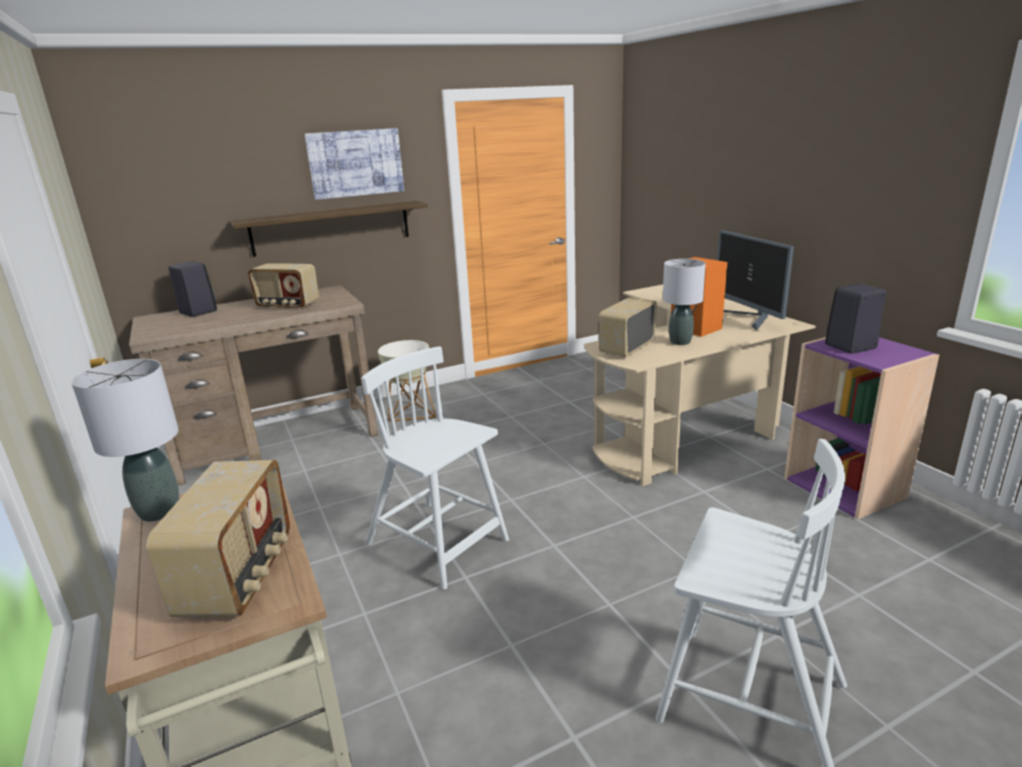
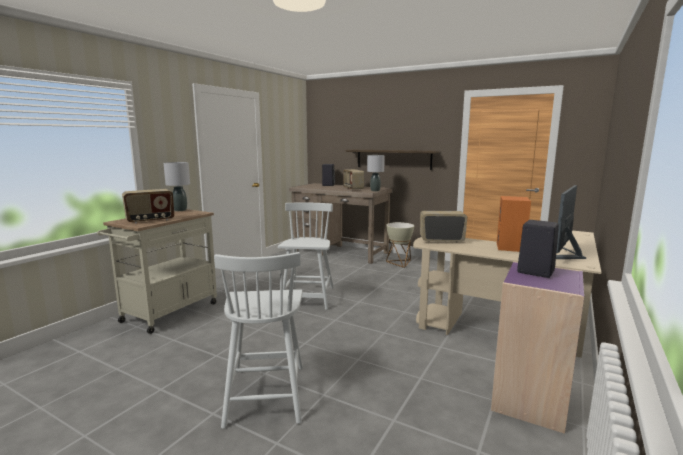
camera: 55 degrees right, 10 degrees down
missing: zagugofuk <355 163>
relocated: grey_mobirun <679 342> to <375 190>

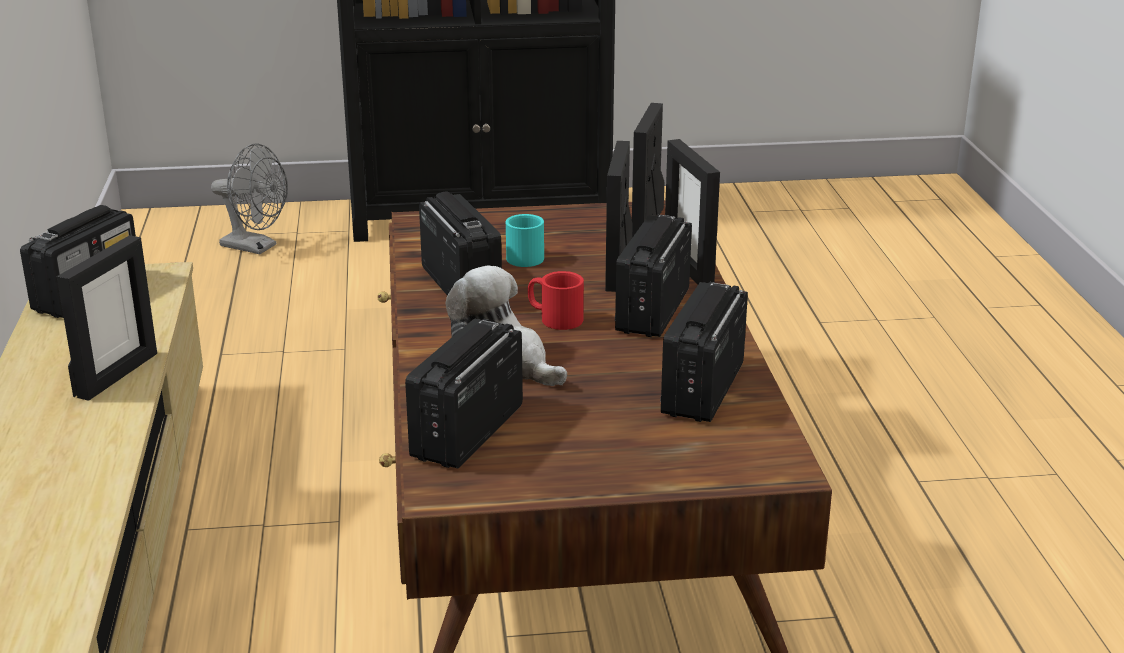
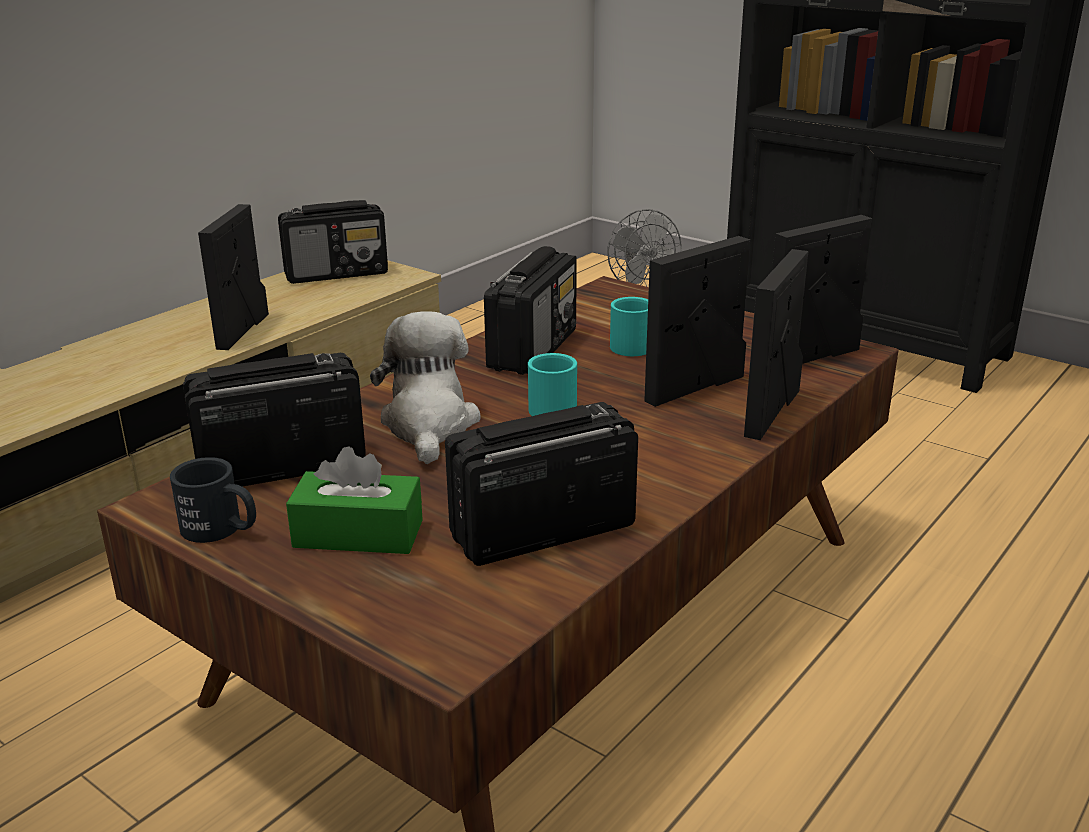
camera: 45 degrees right, 0 degrees up
missing: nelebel <652 311>
appeared: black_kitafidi <221 529>; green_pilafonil <358 534>
colour: red_kitafidi <554 318> to turquoise_kitafidi <550 405>
spun: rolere <116 374> = <243 331> 120 degrees clockwise

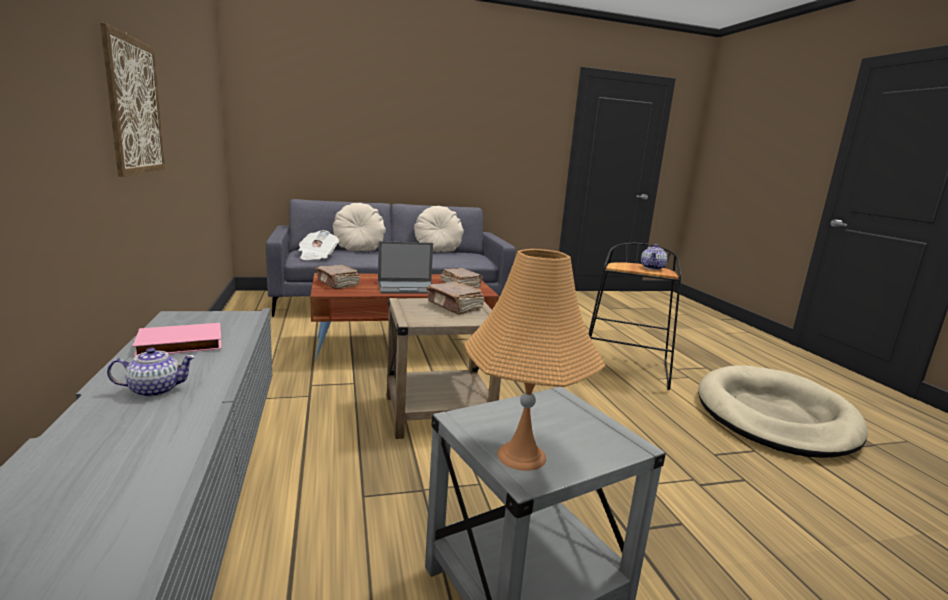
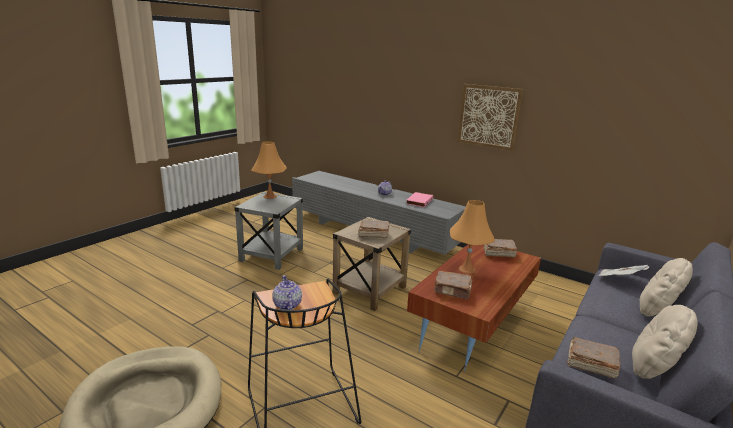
camera: 140 degrees right, 5 degrees up
appeared: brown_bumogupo <590 364>
exchanged: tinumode <407 287> to orange_mobirun <467 269>

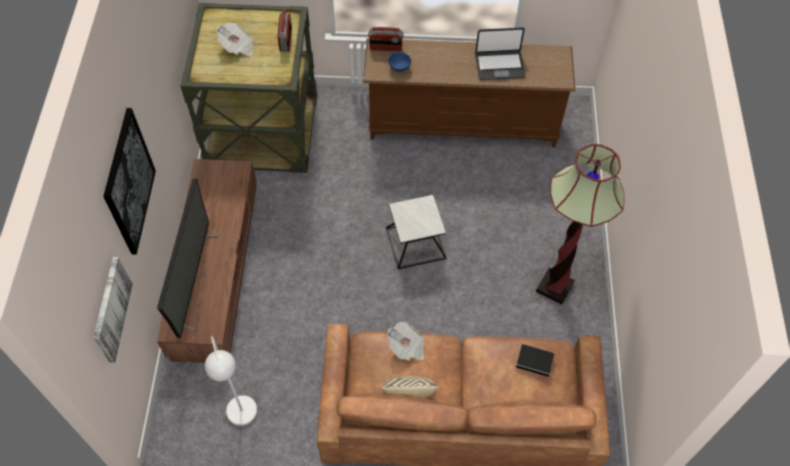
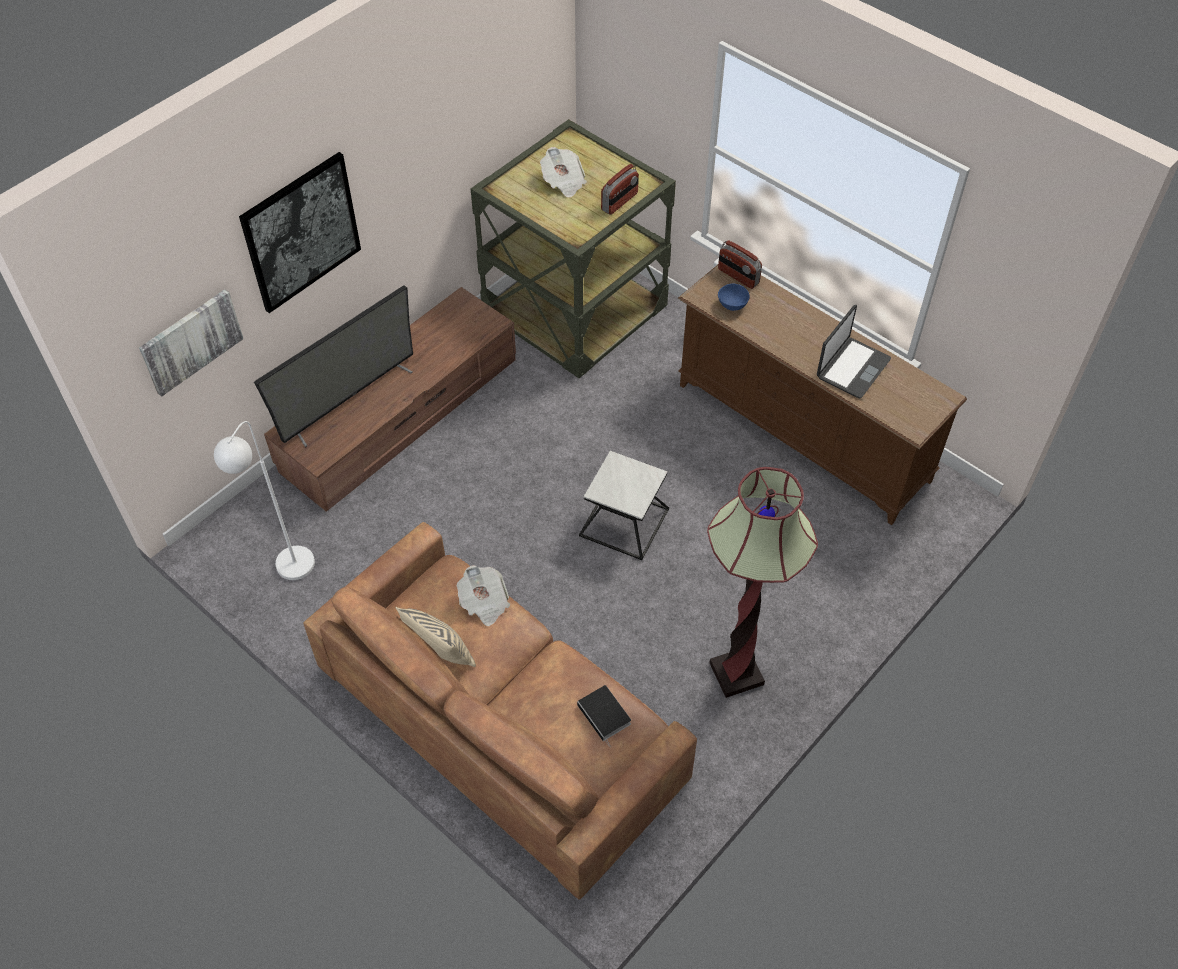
camera: 40 degrees right, 5 degrees down
spun: tinumode <499 65> = <852 368> 90 degrees counterclockwise

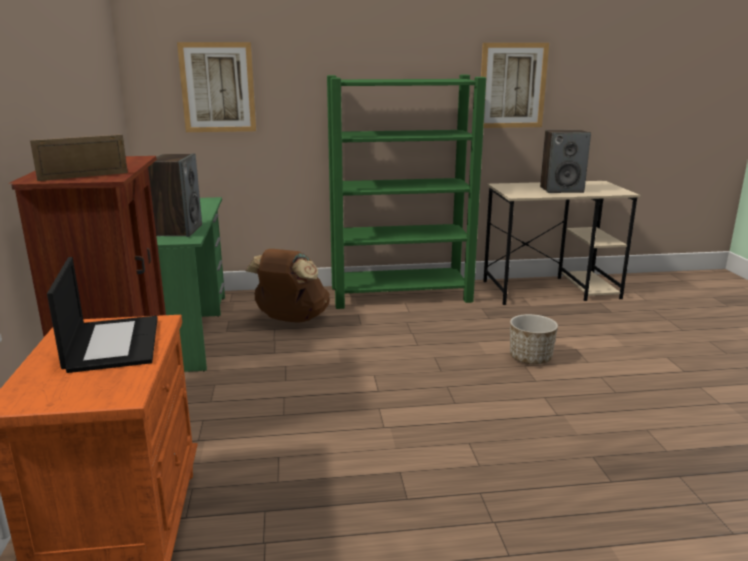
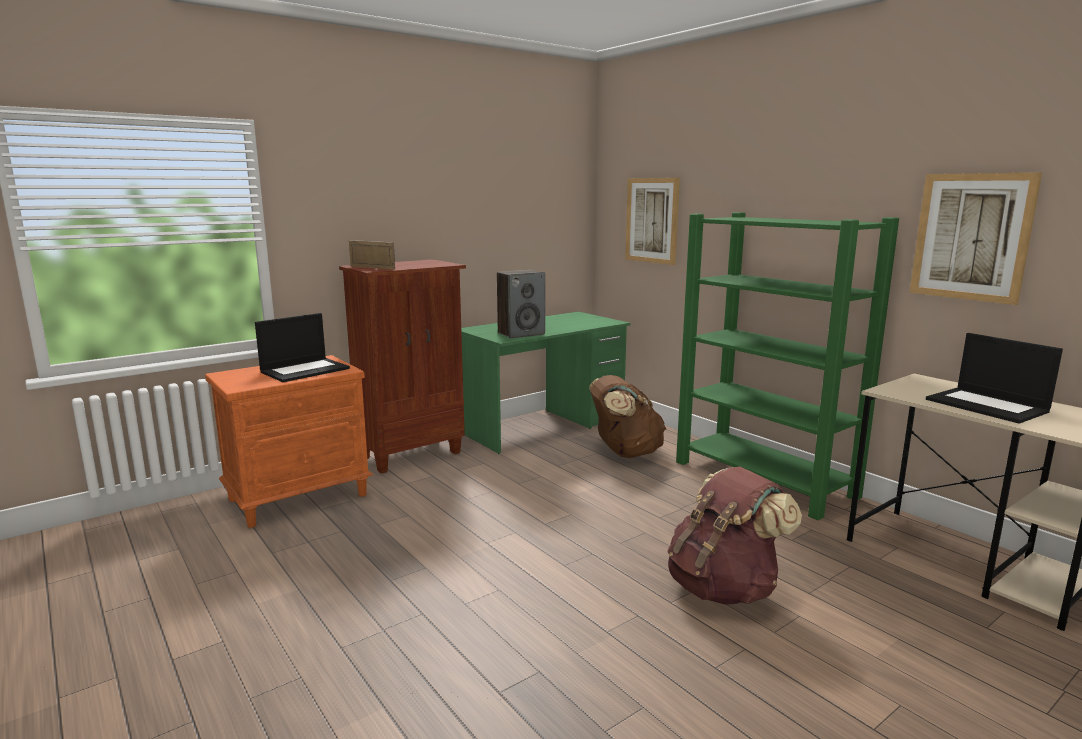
camera: 60 degrees right, 5 degrees down
exchanged: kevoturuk <530 358> to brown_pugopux <724 588>; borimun <561 190> to tinumode <988 405>

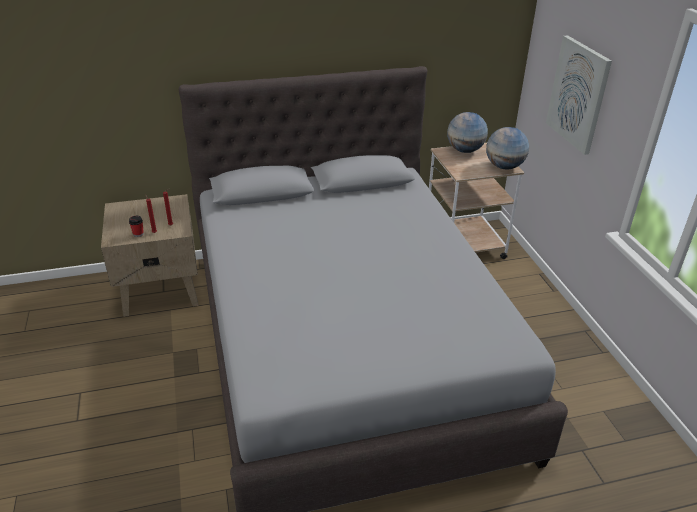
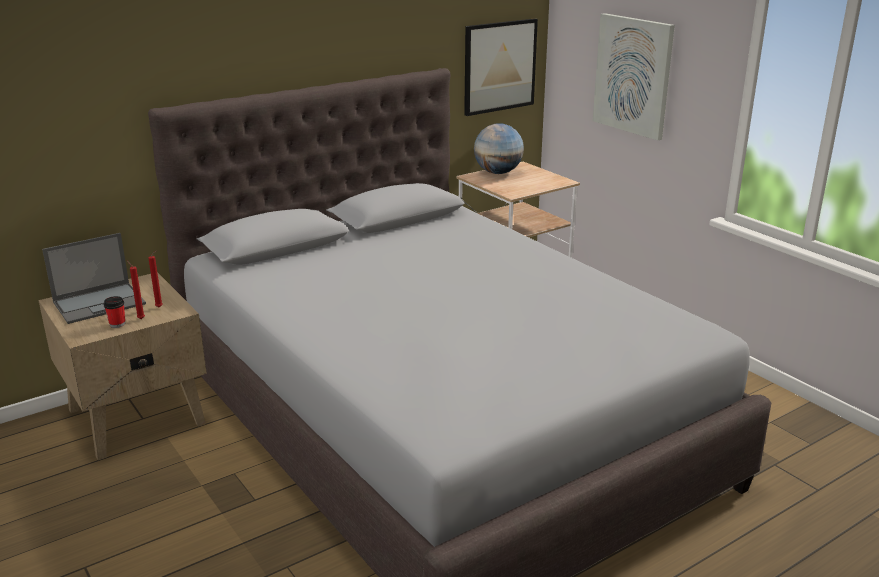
camera: 20 degrees left, 10 degrees down
missing: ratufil <504 167>
appeared: tinumode <100 303>; zagugofuk <499 66>

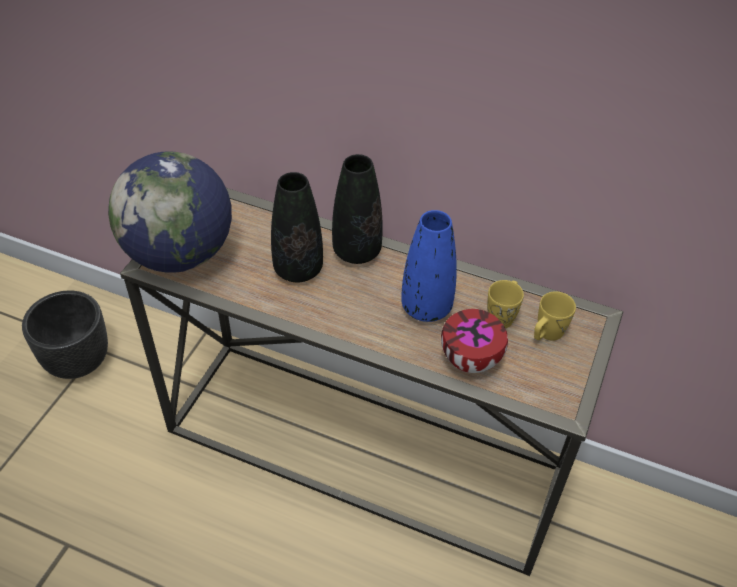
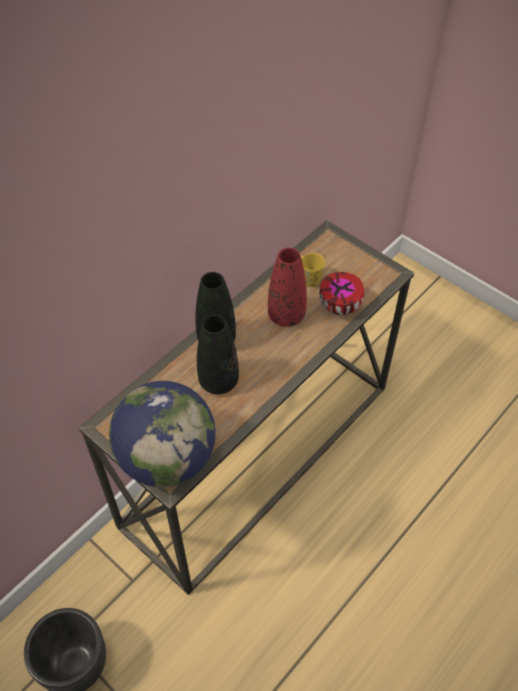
camera: 70 degrees left, 5 degrees up
missing: yellow_kitafidi <546 334>
colour: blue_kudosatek <426 308> to red_kudosatek <286 316>

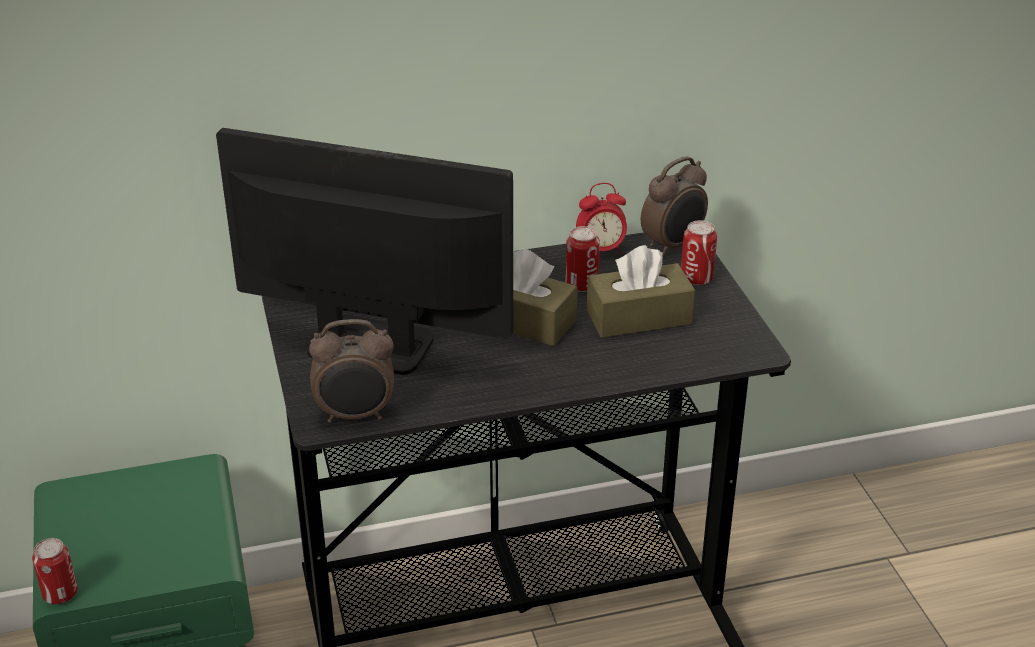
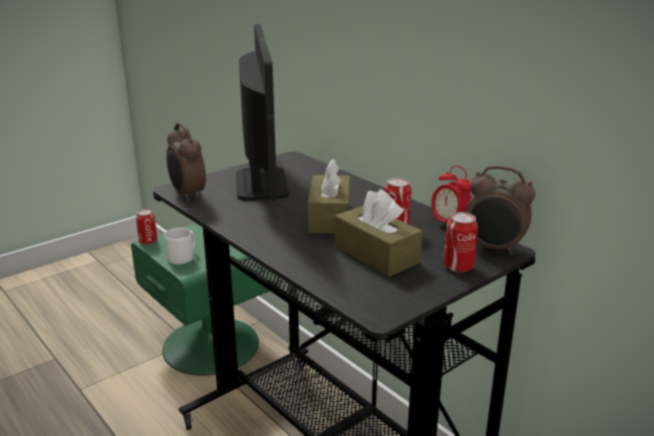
camera: 65 degrees right, 10 degrees down
appeared: white_kitafidi <183 257>

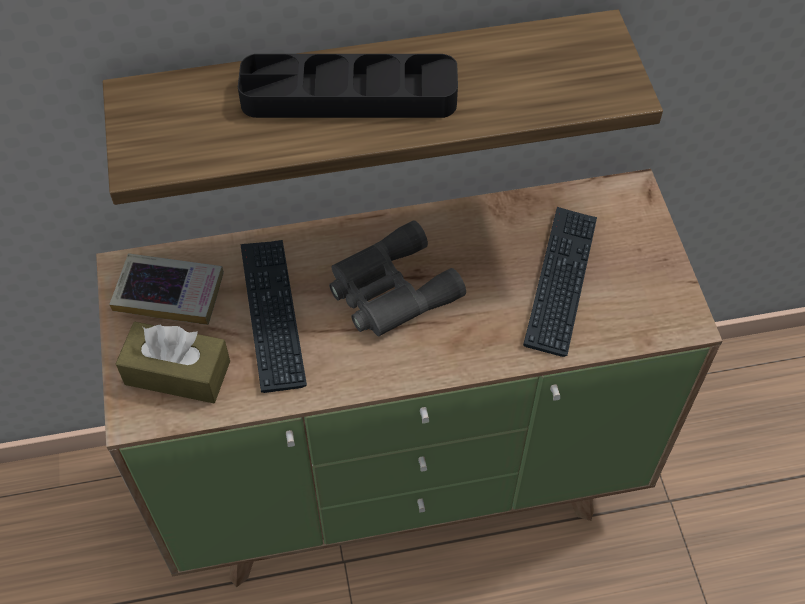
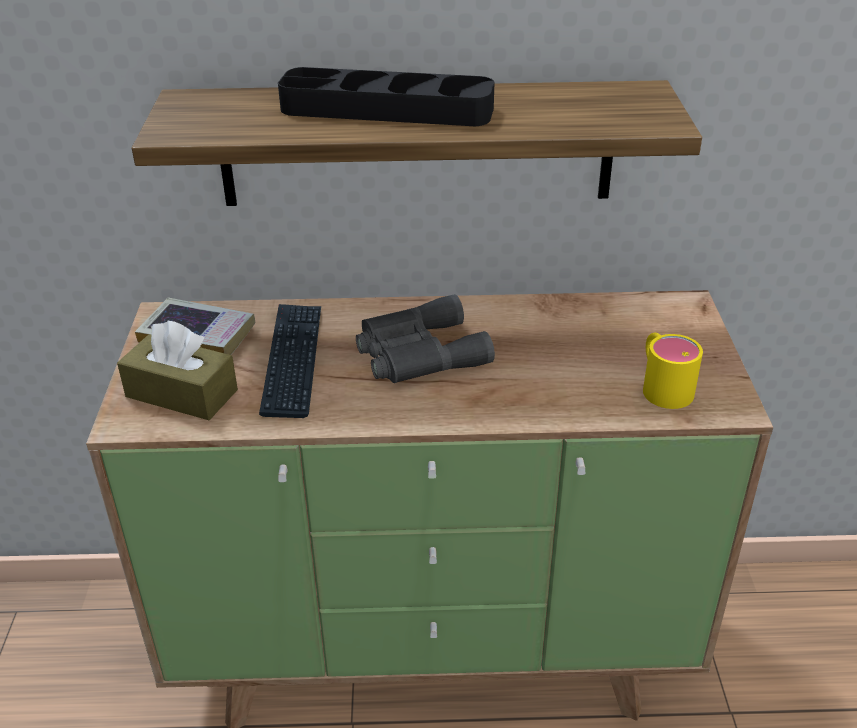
camera: 10 degrees right, 20 degrees down
missing: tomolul <560 281>
appeared: yellow_kitafidi <662 385>

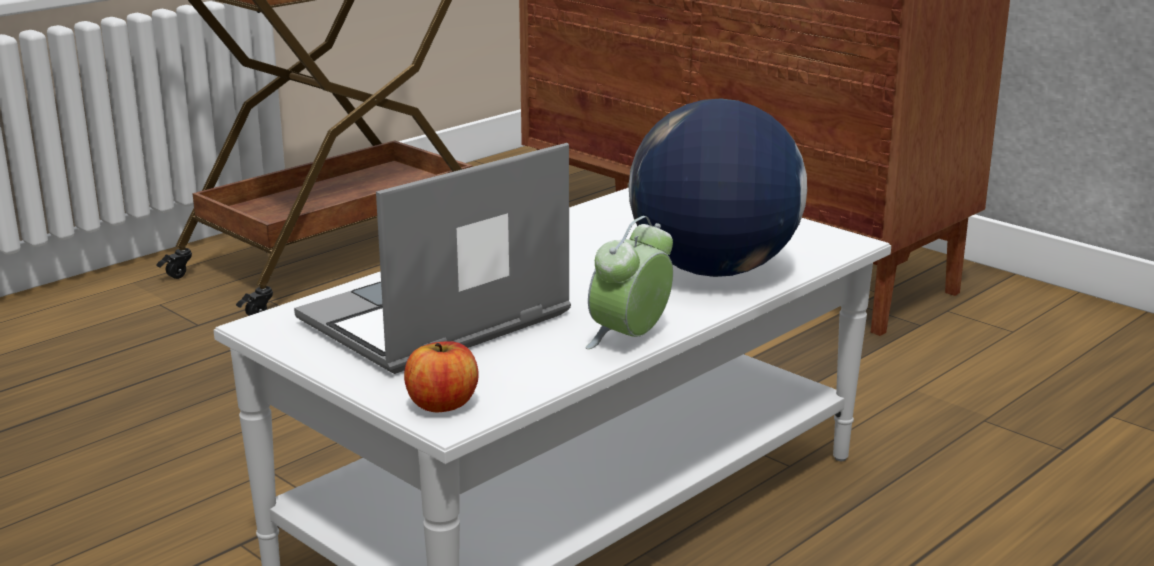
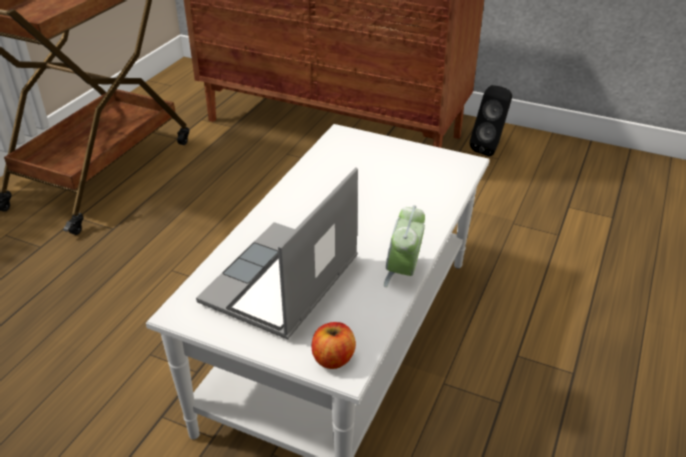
camera: 20 degrees left, 15 degrees up
missing: ratufil <713 270>
appeared: black_borimun <490 148>

